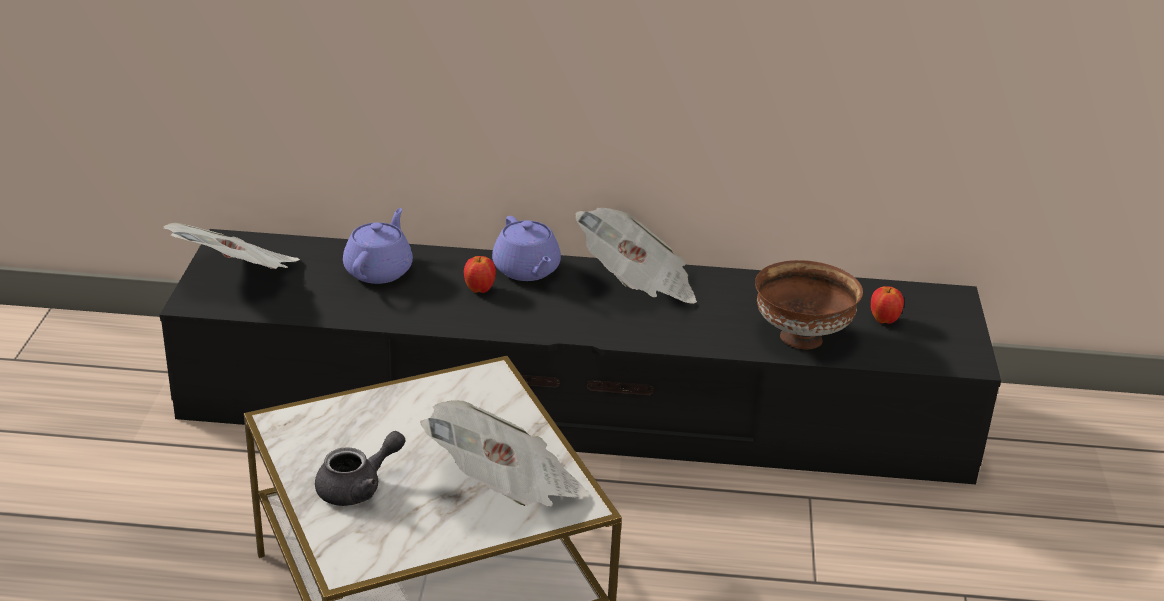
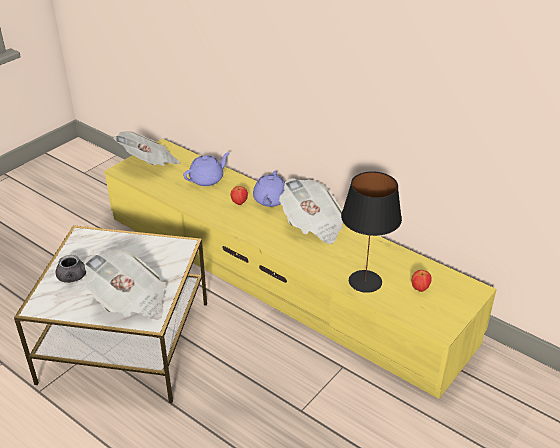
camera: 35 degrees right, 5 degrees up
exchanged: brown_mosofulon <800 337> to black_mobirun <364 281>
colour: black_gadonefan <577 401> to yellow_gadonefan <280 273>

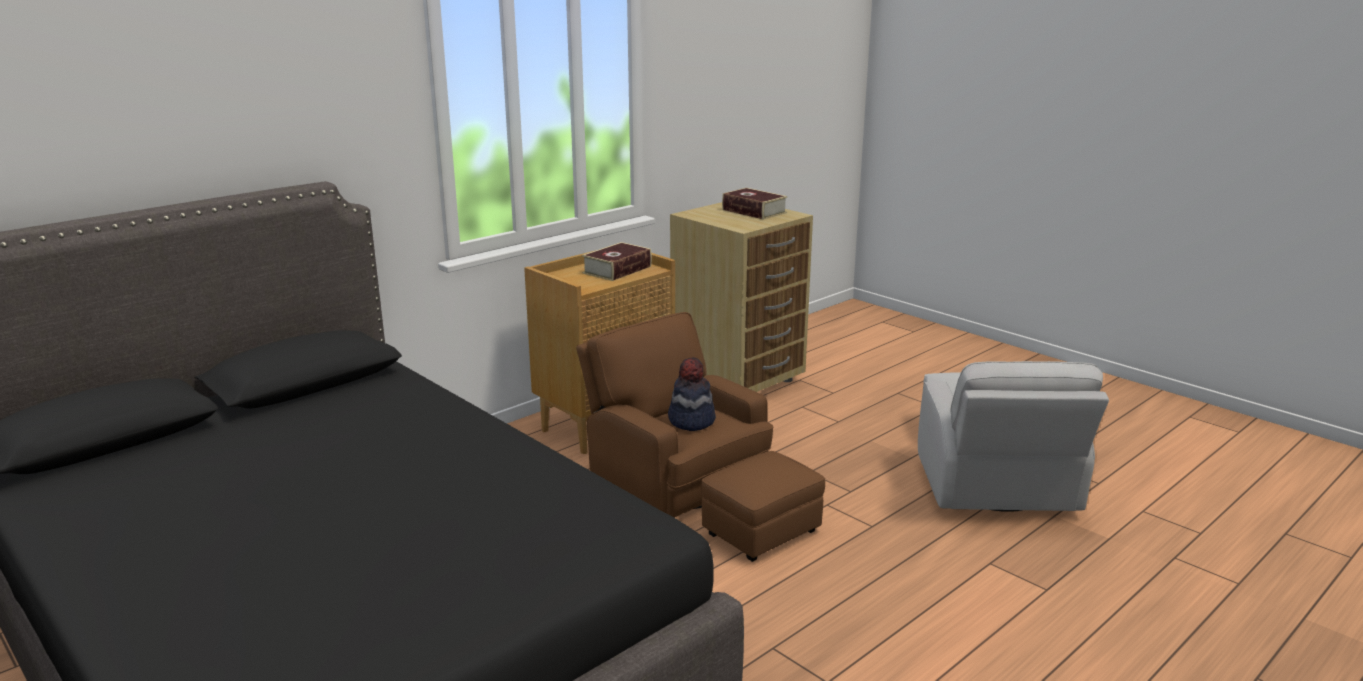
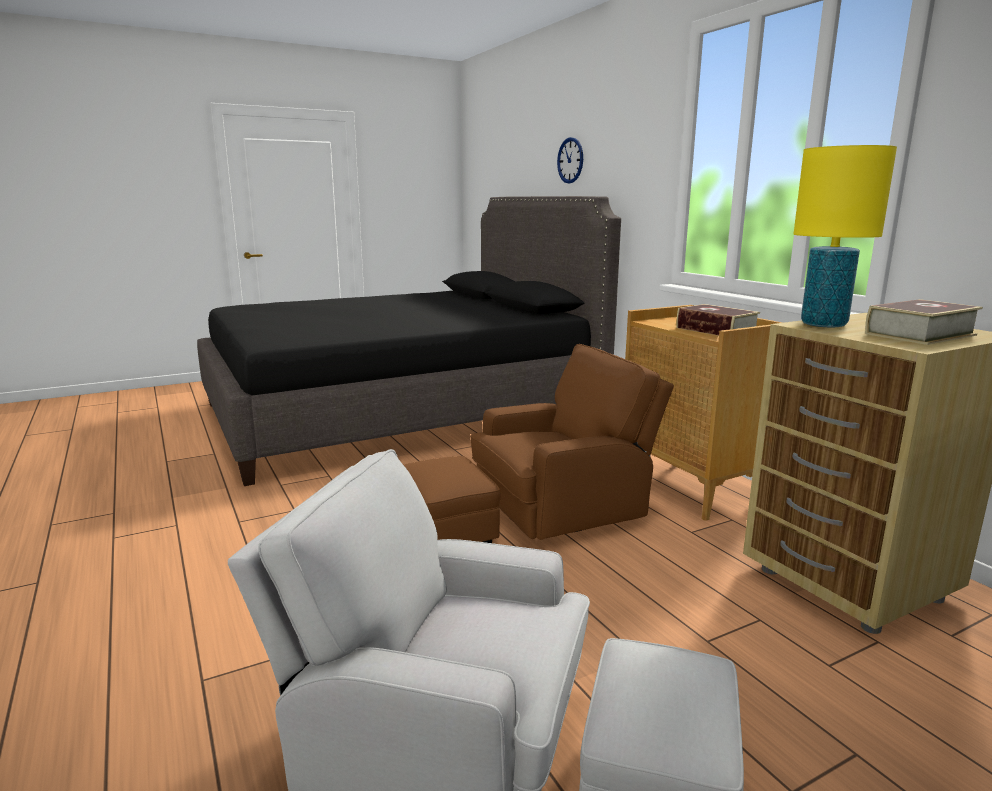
camera: 105 degrees right, 5 degrees down
missing: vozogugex <691 420>
appeared: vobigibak <570 160>; yellow_mobirun <823 324>

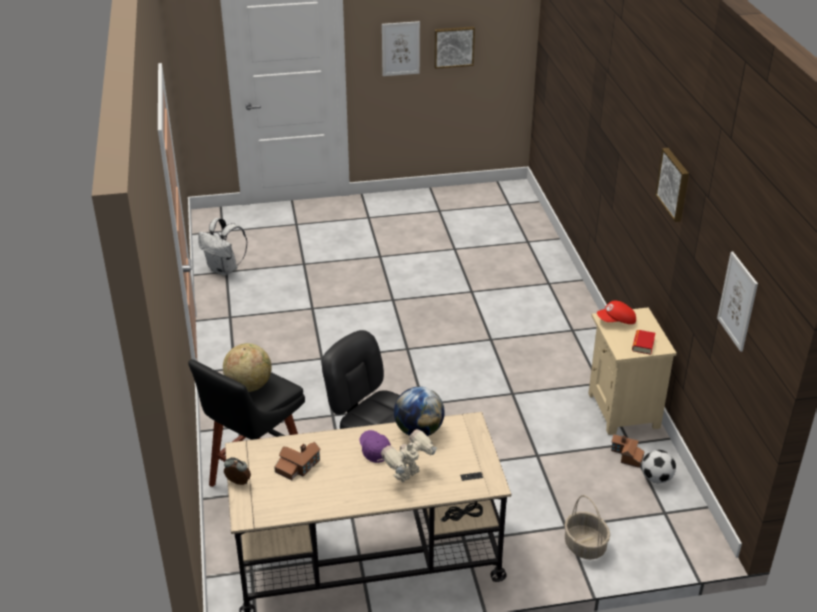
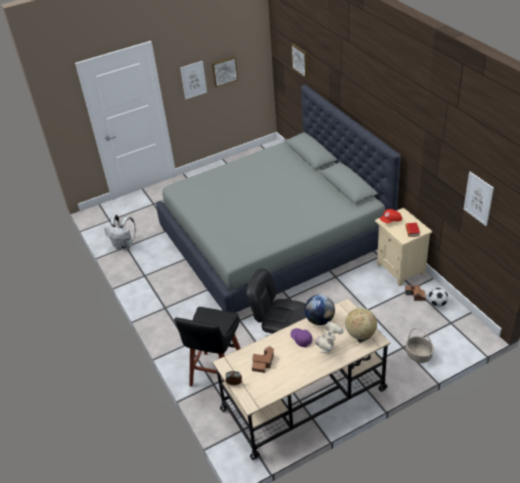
camera: 15 degrees left, 5 degrees up
appeared: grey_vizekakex <274 238>
relocated: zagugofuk <674 184> to <301 60>; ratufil <249 385> to <360 334>

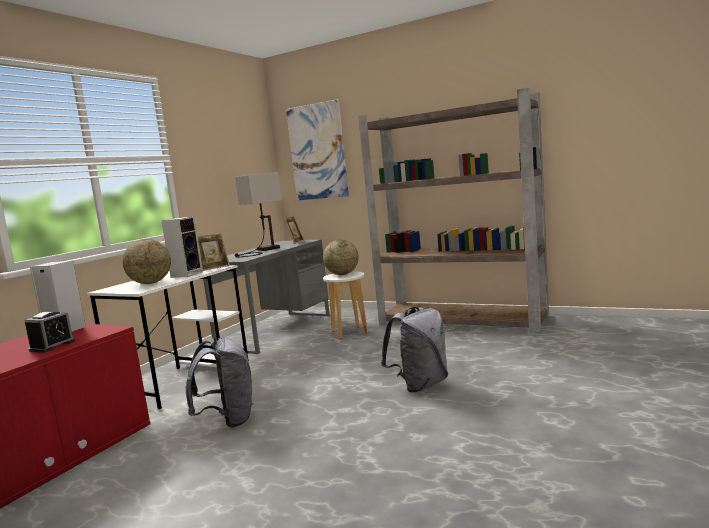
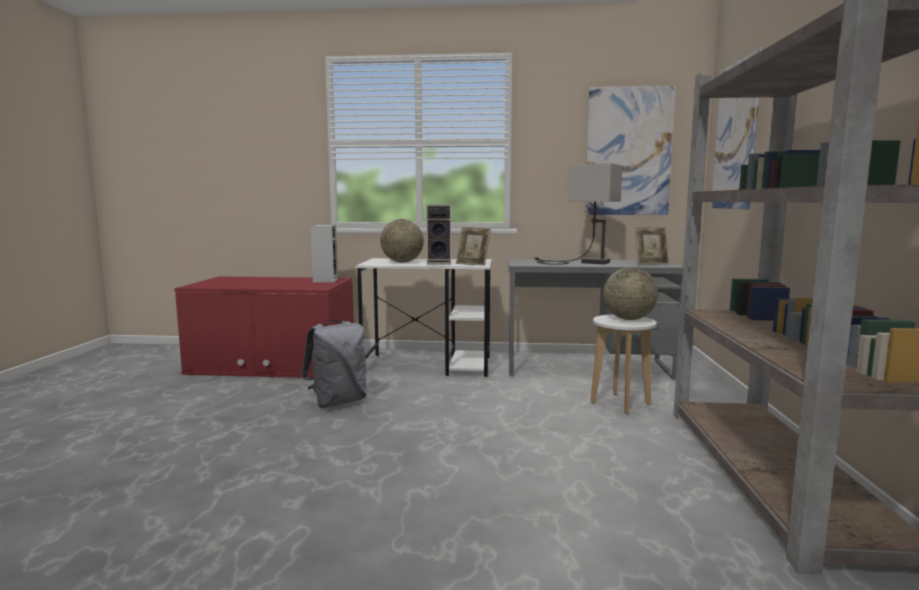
camera: 65 degrees right, 0 degrees up
missing: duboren <52 346>; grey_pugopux <420 385>
appeared: zagugofuk <628 151>

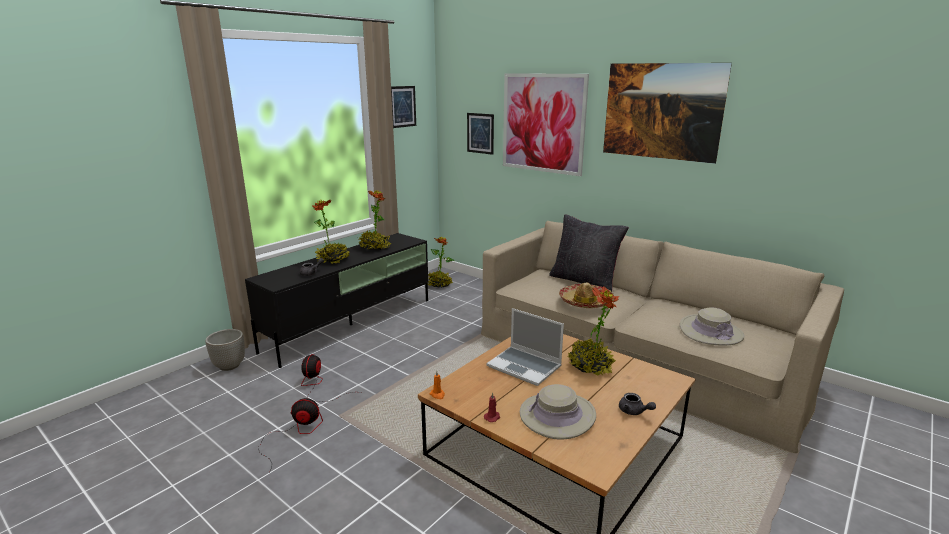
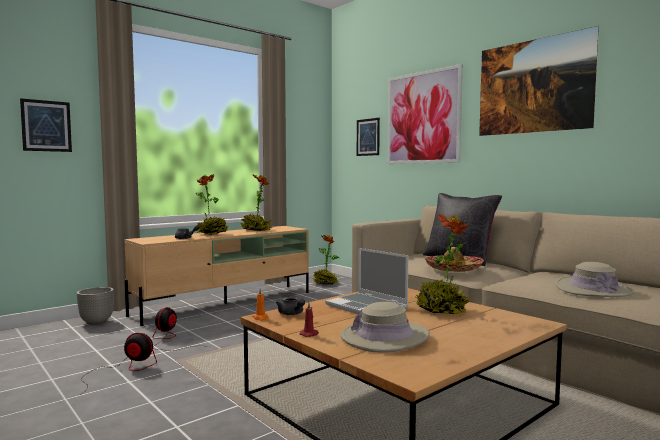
camera: 10 degrees right, 15 degrees down
relocated: zagugofuk <402 106> to <46 126>; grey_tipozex <634 412> to <292 314>
colour: black_gadonefan <352 324> to beige_gadonefan <227 303>

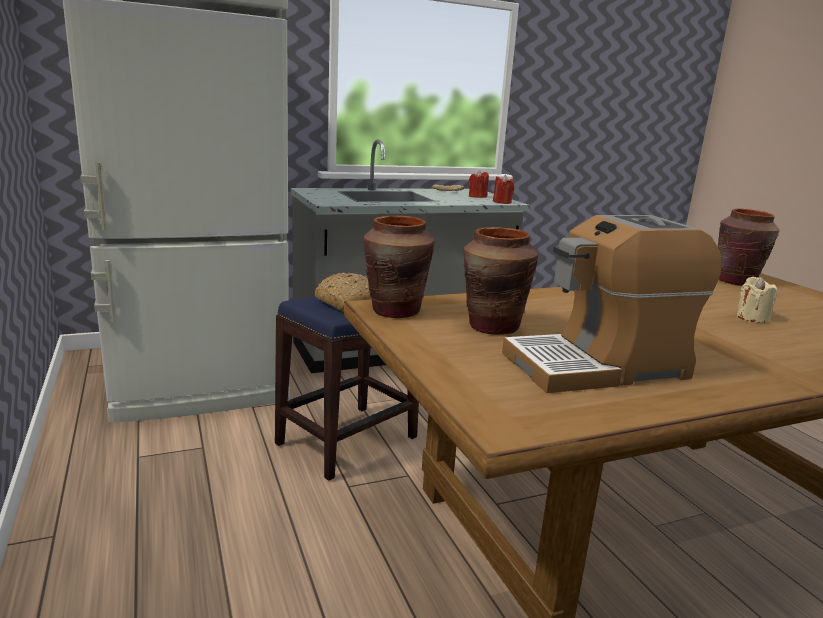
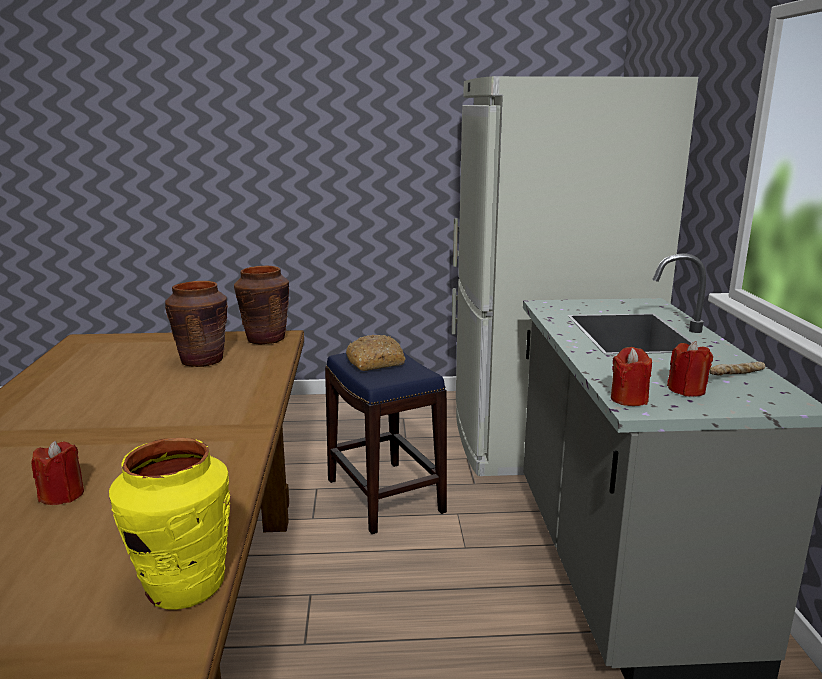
camera: 110 degrees right, 0 degrees up
missing: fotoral <598 366>
colour: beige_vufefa <752 318> to red_vufefa <62 495>; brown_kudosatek <736 281> to yellow_kudosatek <183 586>

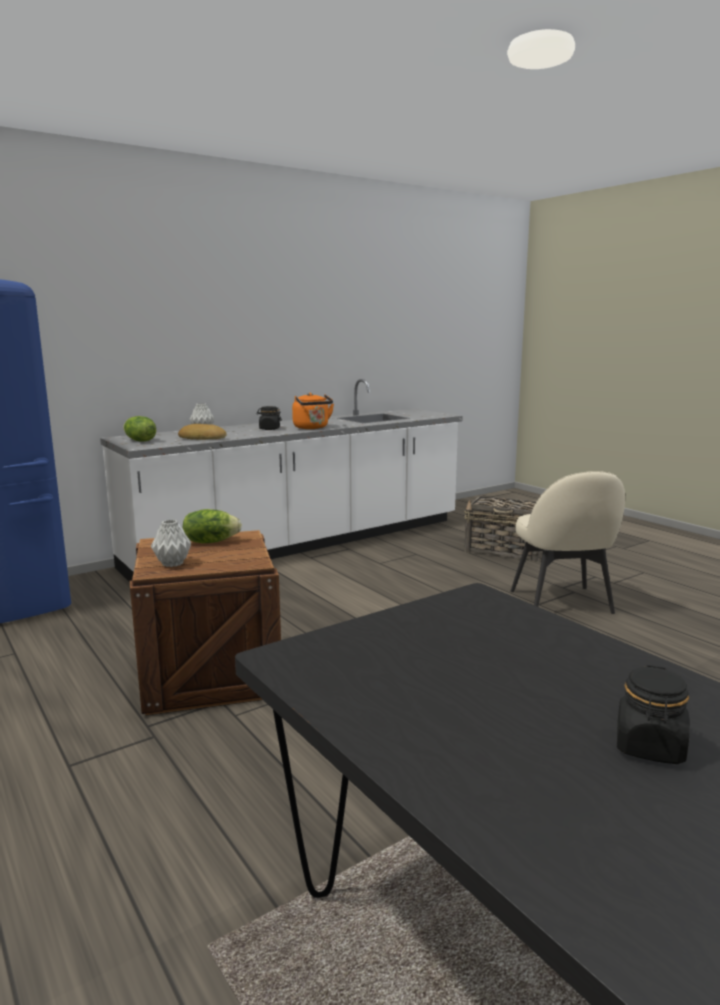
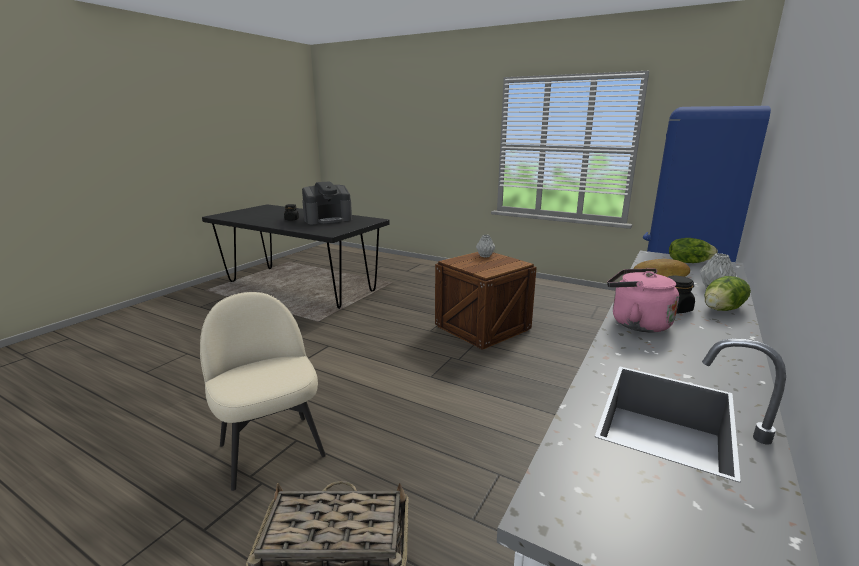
camera: 155 degrees right, 5 degrees up
appeared: fotoral <328 220>
relocated: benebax <210 541> to <723 309>
colour: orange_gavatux <312 428> to pink_gavatux <636 323>

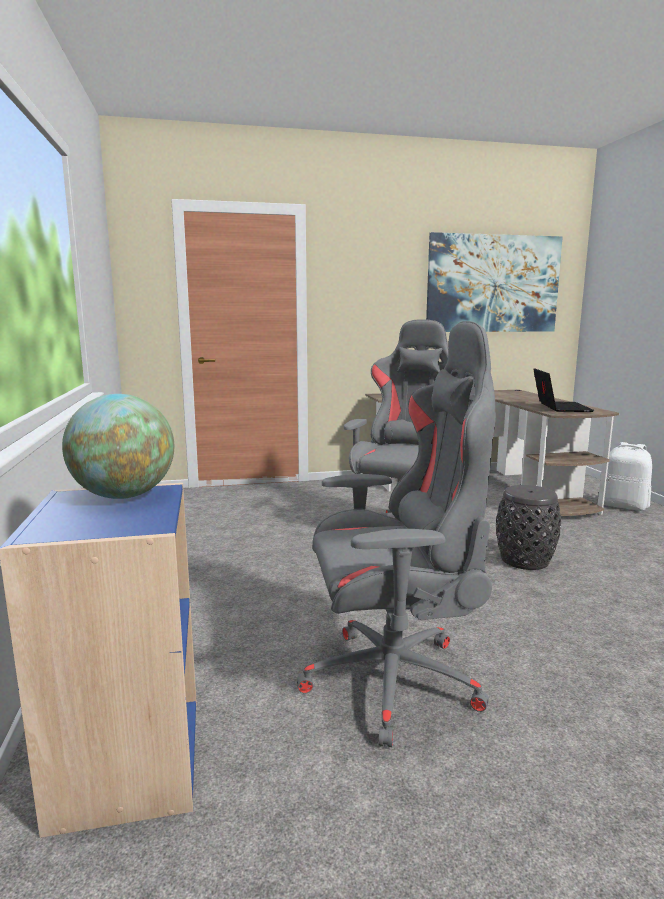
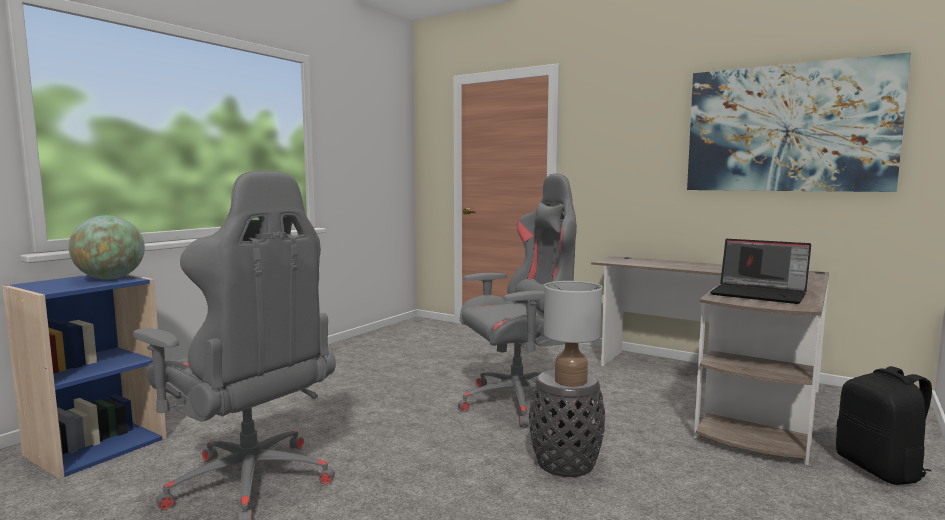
camera: 45 degrees right, 5 degrees down
appeared: grey_mobirun <570 381>
colour: white_pugopux <624 506> to black_pugopux <880 469>
spun: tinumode <559 407> = <760 294> 75 degrees clockwise

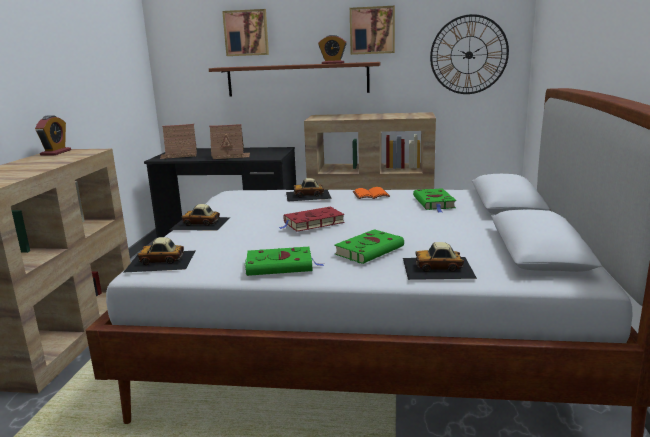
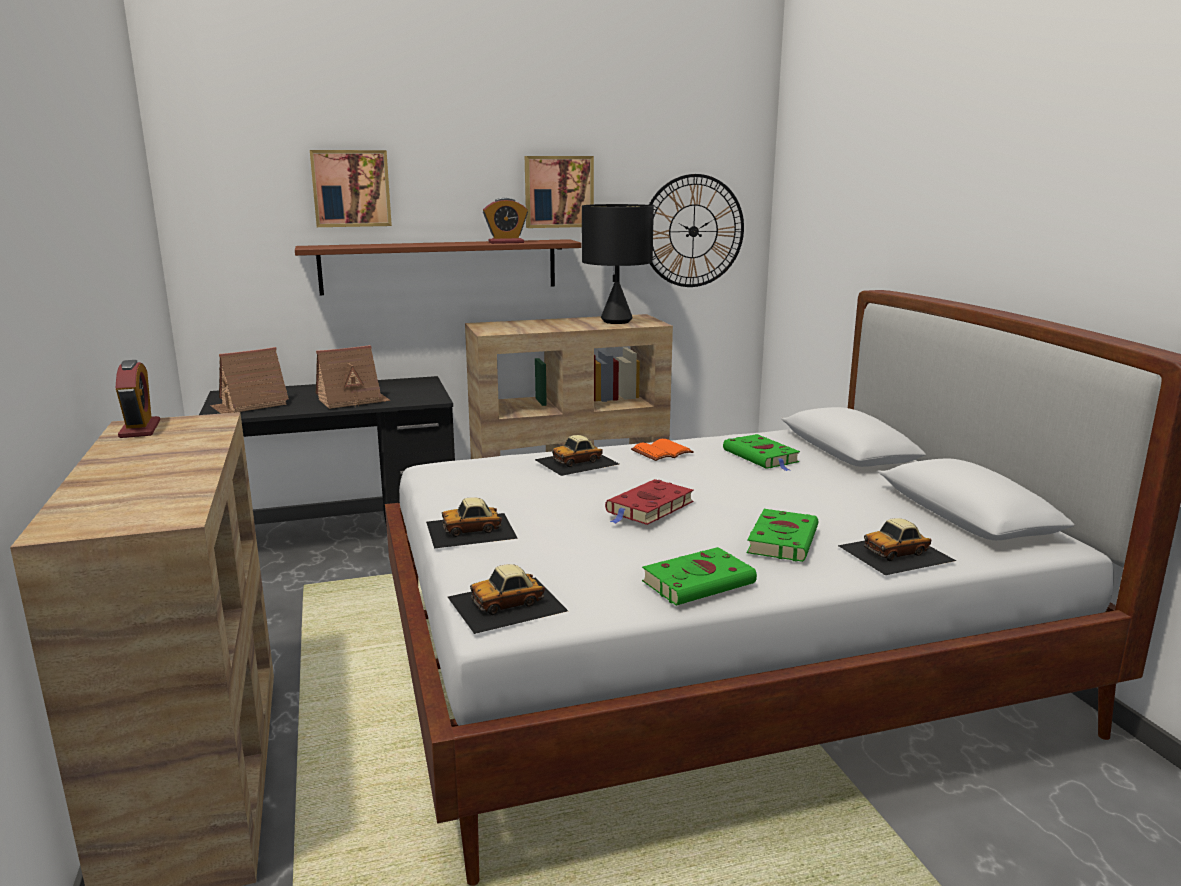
camera: 25 degrees left, 0 degrees up
appeared: black_mobirun <616 322>

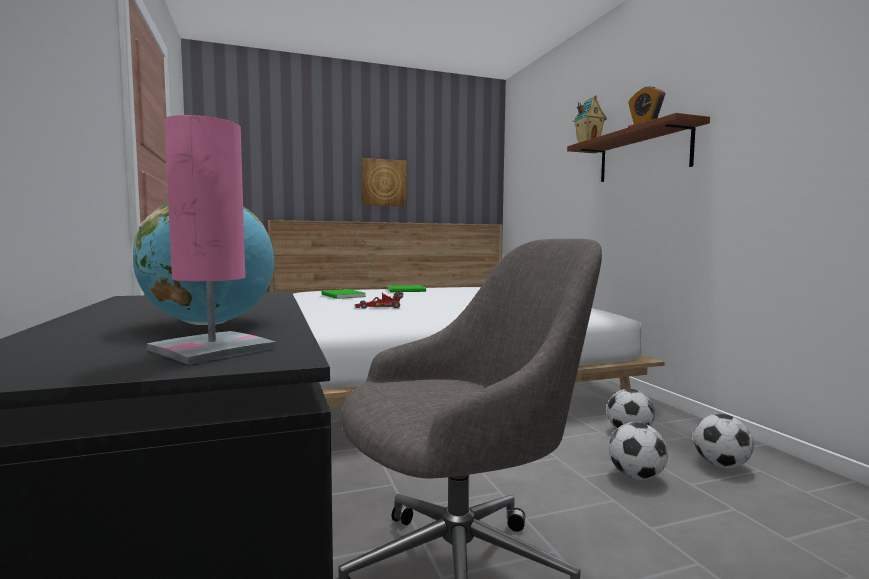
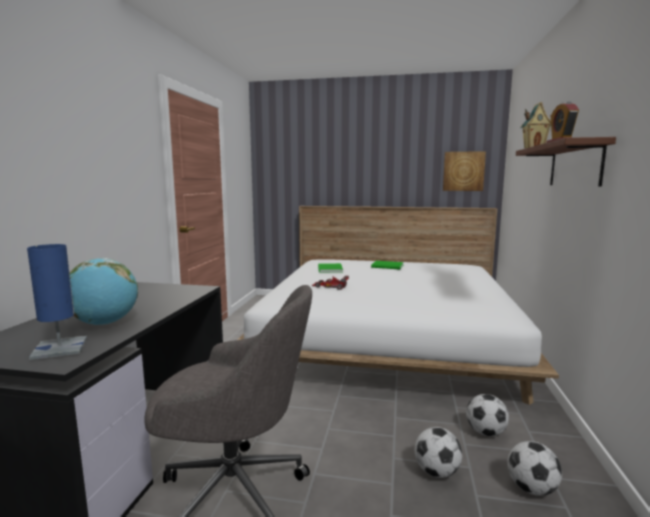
camera: 30 degrees right, 5 degrees up
relocated: zagugofuk <384 183> to <463 171>
colour: pink_mobirun <212 349> to blue_mobirun <60 348>

